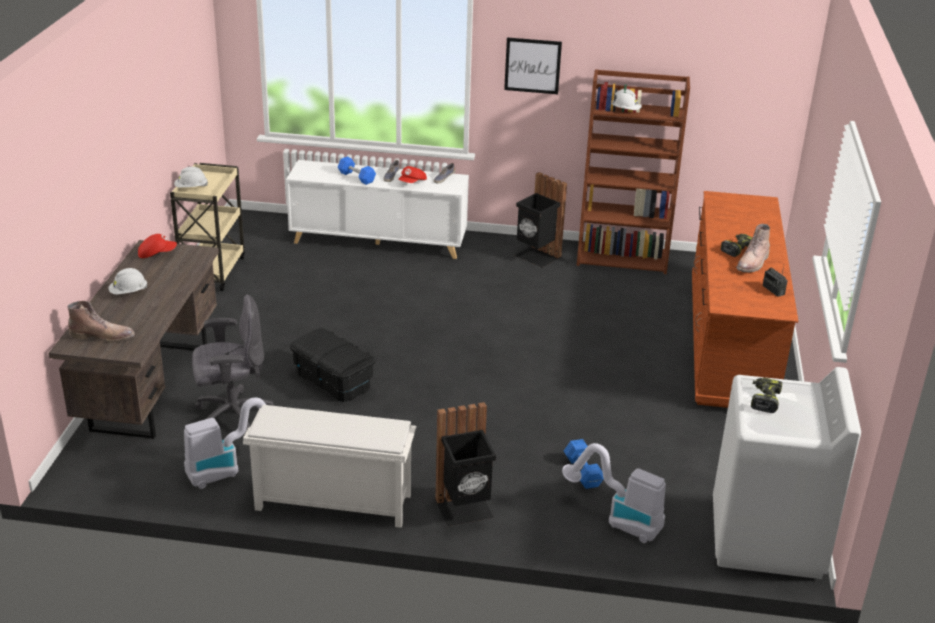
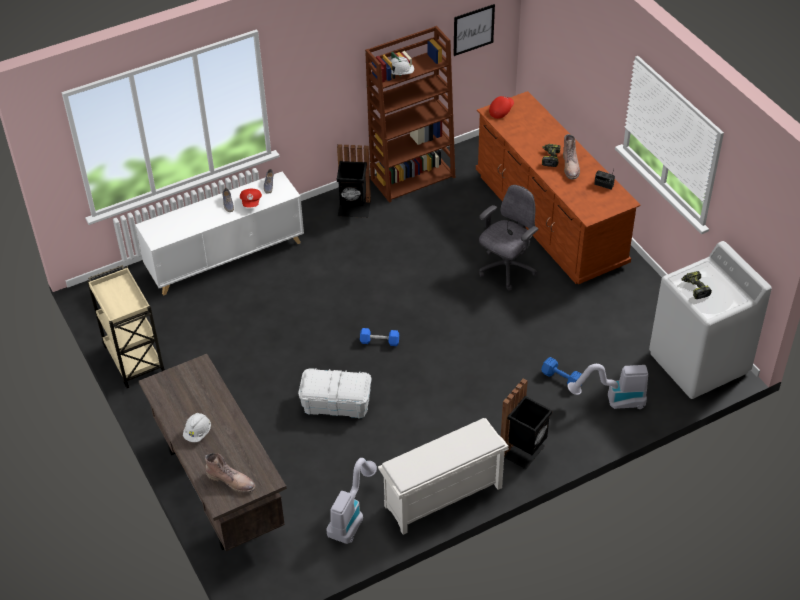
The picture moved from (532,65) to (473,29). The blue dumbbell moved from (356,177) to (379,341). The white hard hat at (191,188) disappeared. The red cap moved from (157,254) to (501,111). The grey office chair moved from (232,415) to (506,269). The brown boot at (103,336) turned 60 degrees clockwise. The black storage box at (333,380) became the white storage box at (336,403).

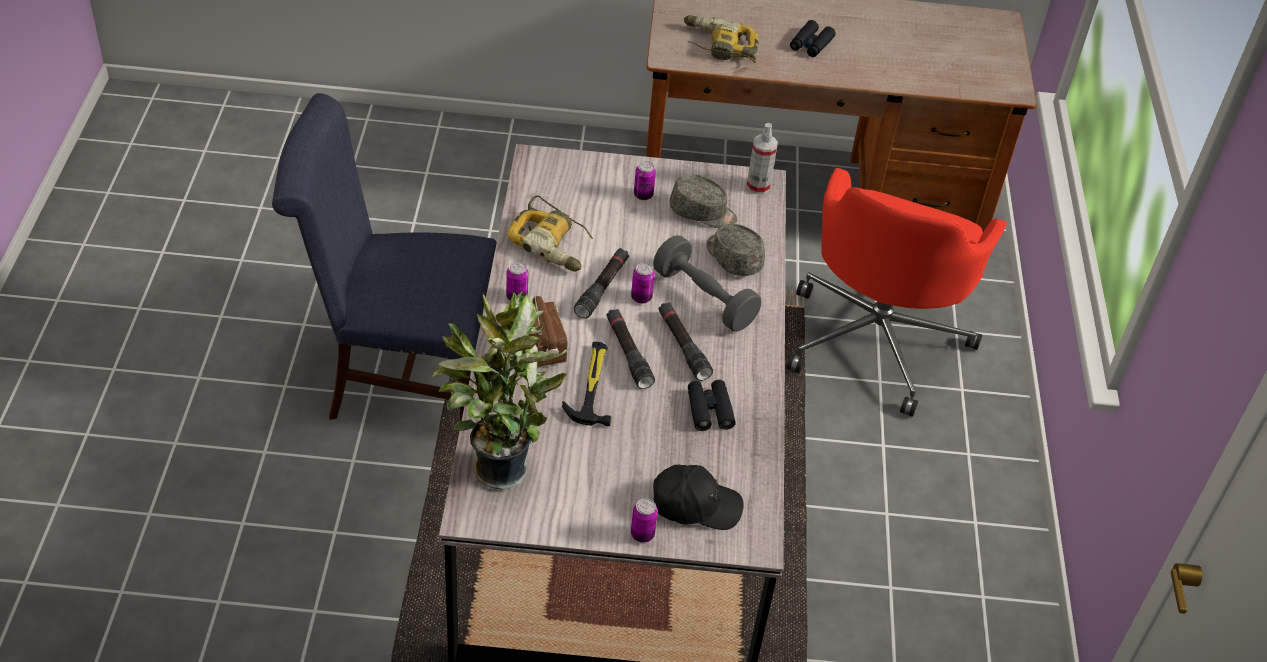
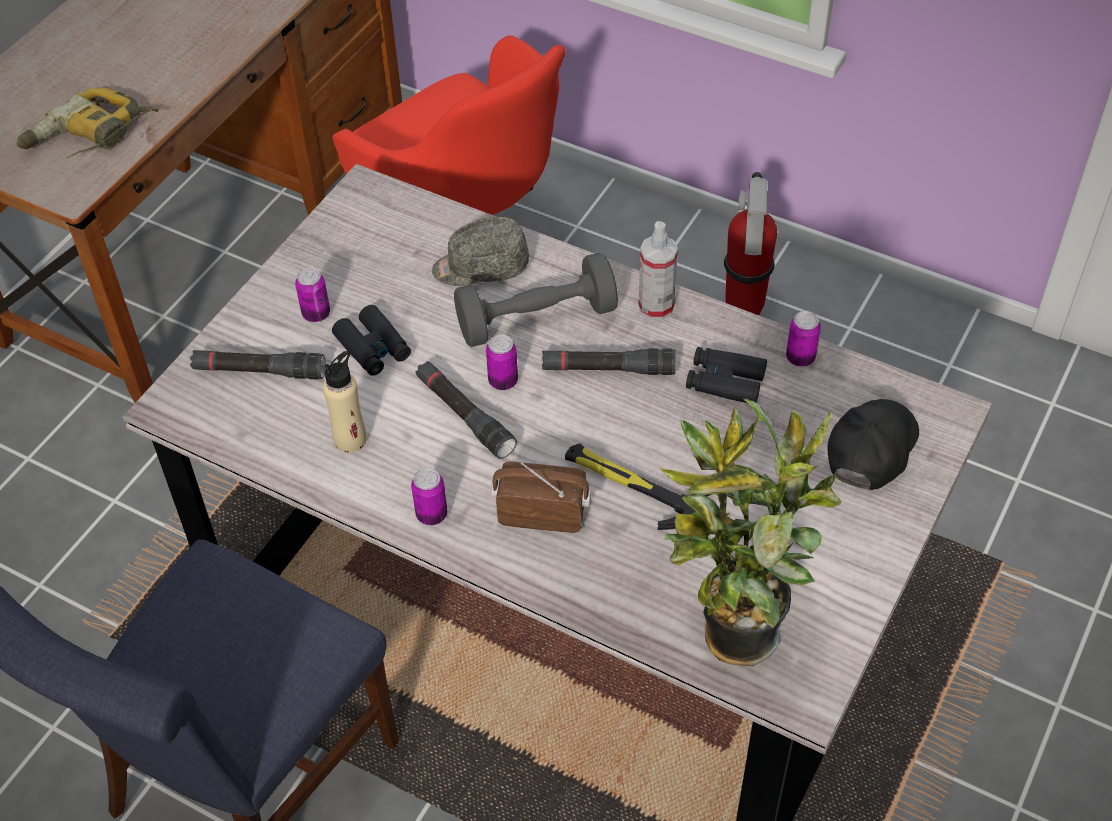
The black binoculars moved from (811,44) to (373,348). The spray bottle moved from (758,186) to (656,307). The grey cap at (703,213) disappeared. The power drill at (553,243) was replaced by the beige bottle at (350,439). The black flashlight moved from (628,353) to (259,371). The can moved from (642,534) to (800,358). The fire extinguisher at (744,309) appeared.

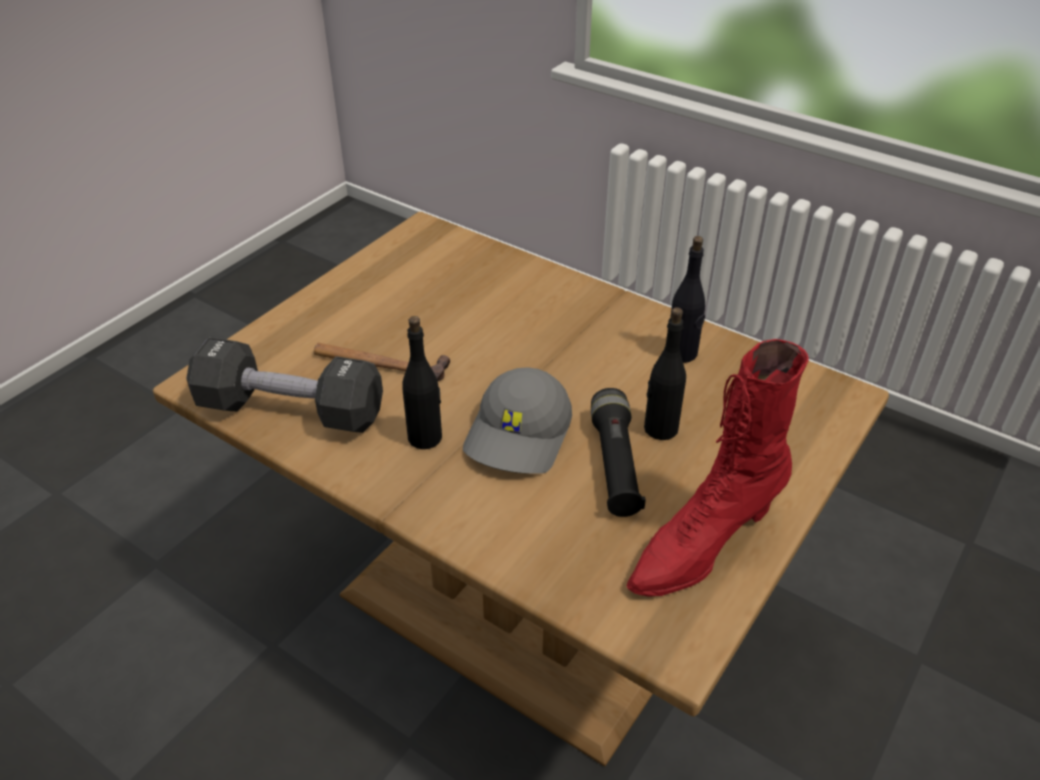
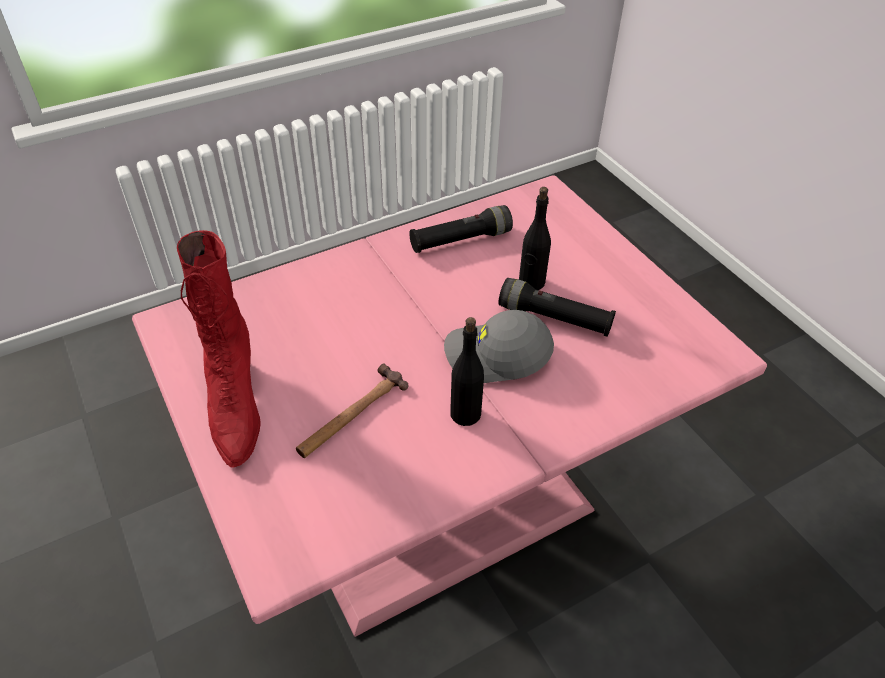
The brown dining table at (520,605) became the pink dining table at (439,505). The black bottle at (681,353) was replaced by the black flashlight at (460,240). The black dumbbell at (291,410) disappeared. The red boot moved from (702,545) to (234,406). The grey cap at (520,436) turned 135 degrees clockwise.

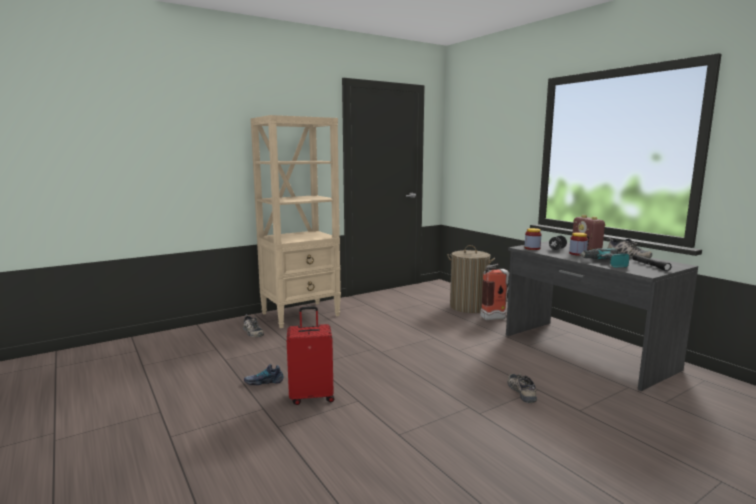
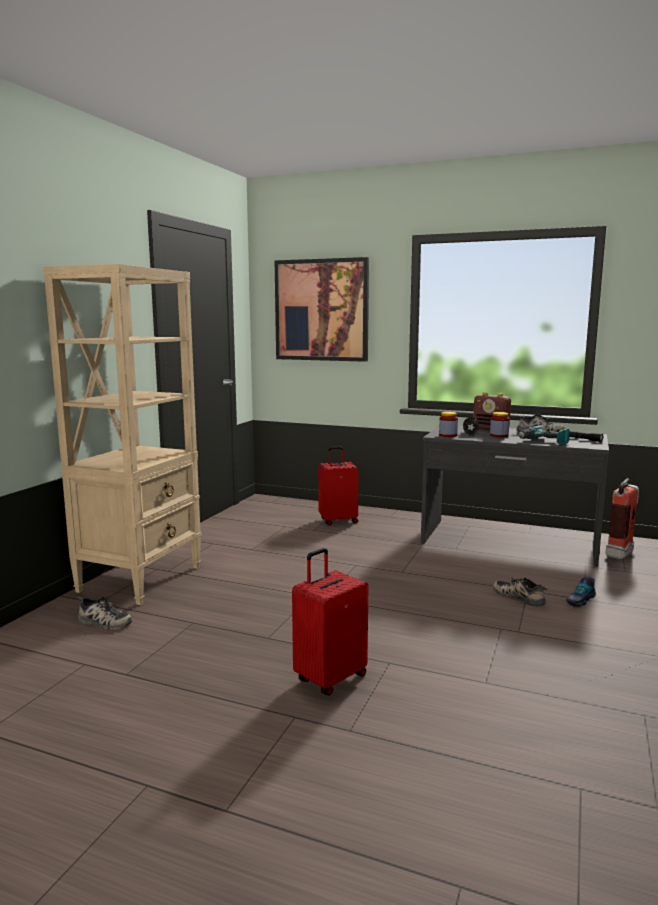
The laundry basket at (468,307) was replaced by the red suitcase at (338,520). The fire extinguisher moved from (497,318) to (621,552). The shoe moved from (264,381) to (580,600). The picture at (321,310) appeared.

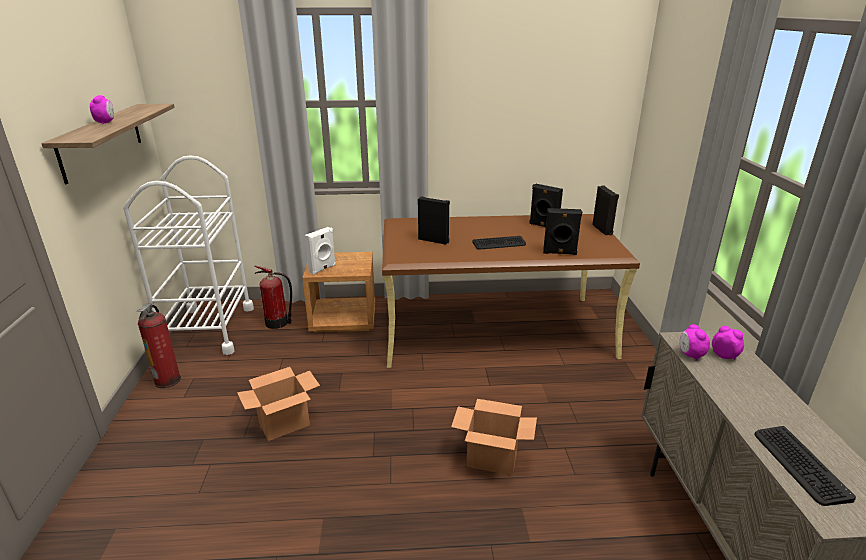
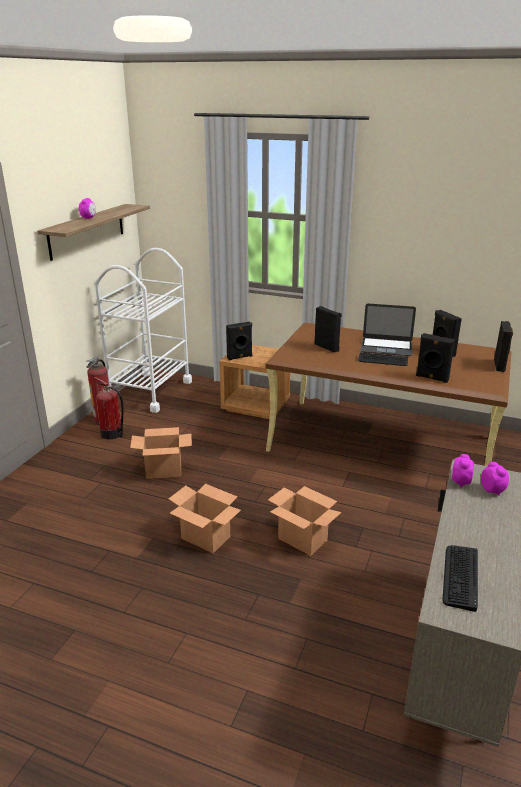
The white speaker at (323,269) became the black speaker at (240,357). The fire extinguisher moved from (278,323) to (112,434). The laptop at (386,347) appeared. The cardboard box at (206,538) appeared.

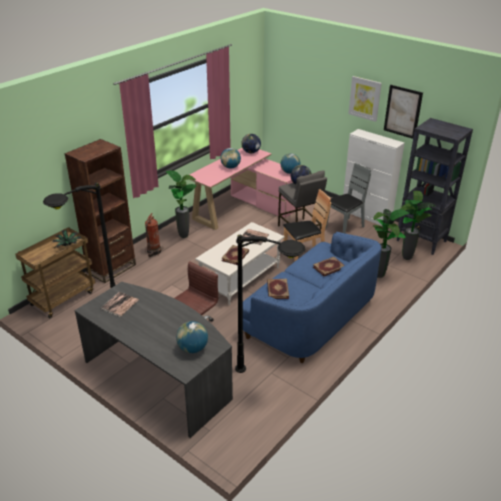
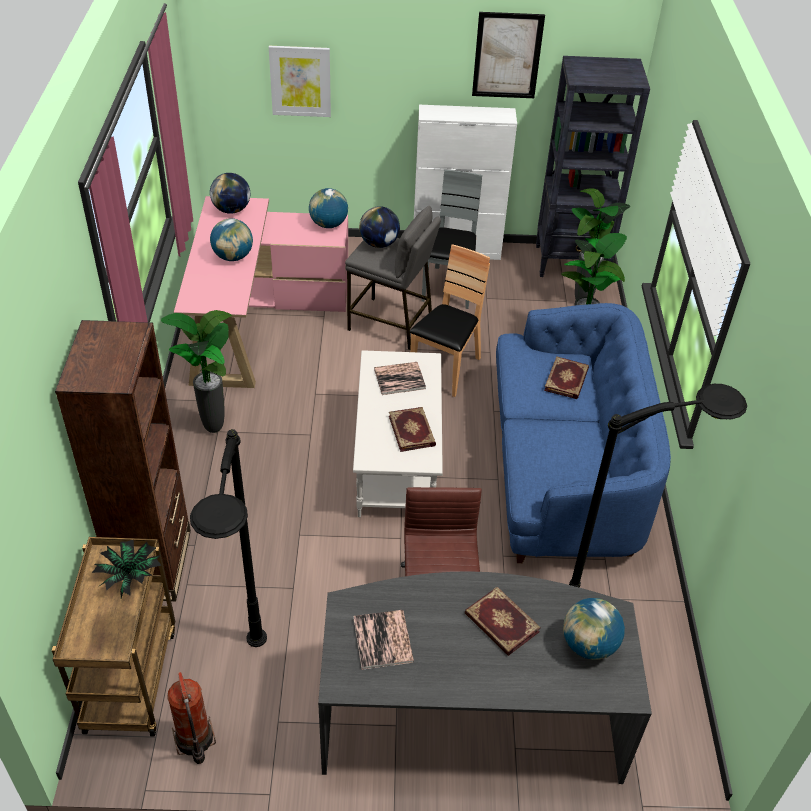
The picture moved from (365,98) to (300,81). The fire extinguisher moved from (153,252) to (194,741). The book moved from (277,290) to (501,623).

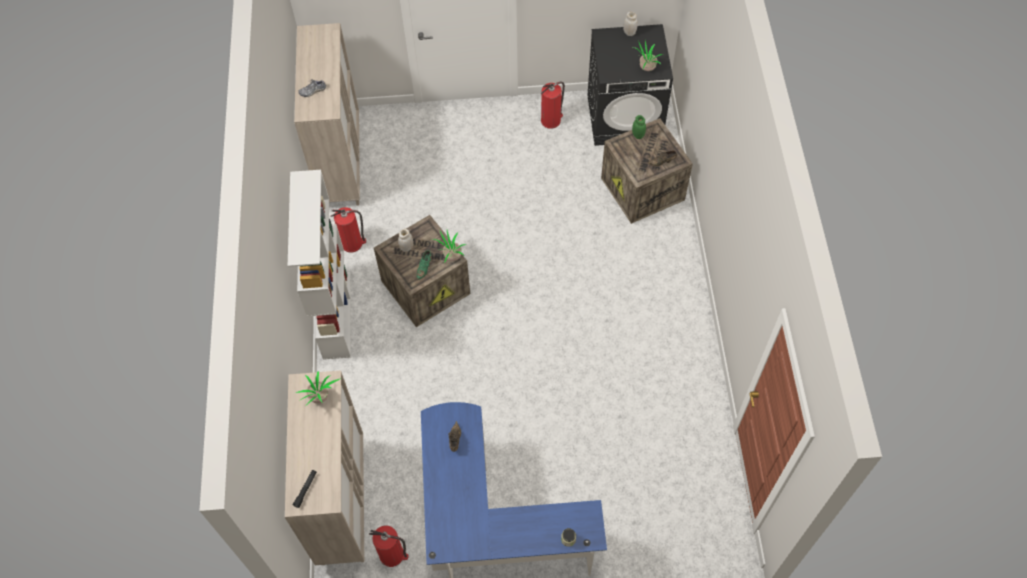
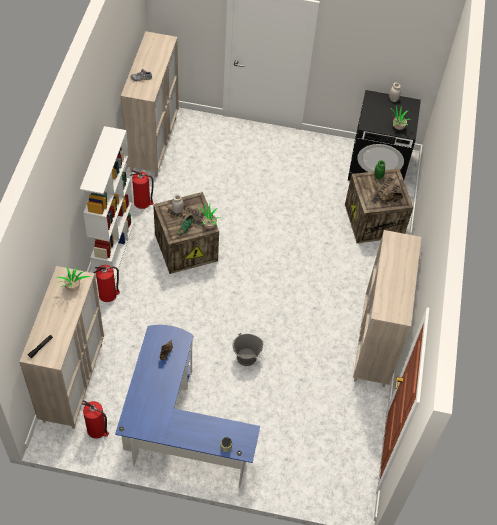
The fire extinguisher moved from (551,120) to (108,294). The beige cabinet at (375,344) appeared. The grey bucket at (246,358) appeared.

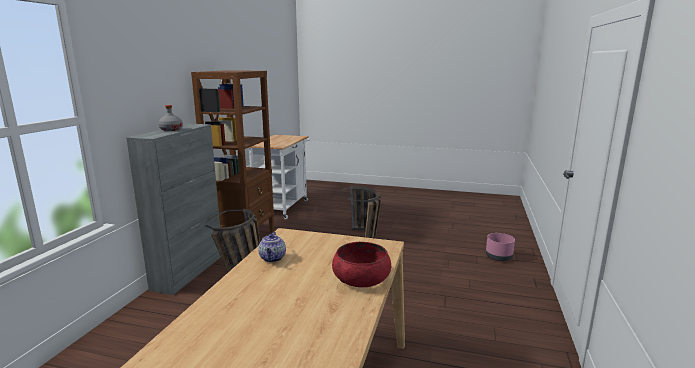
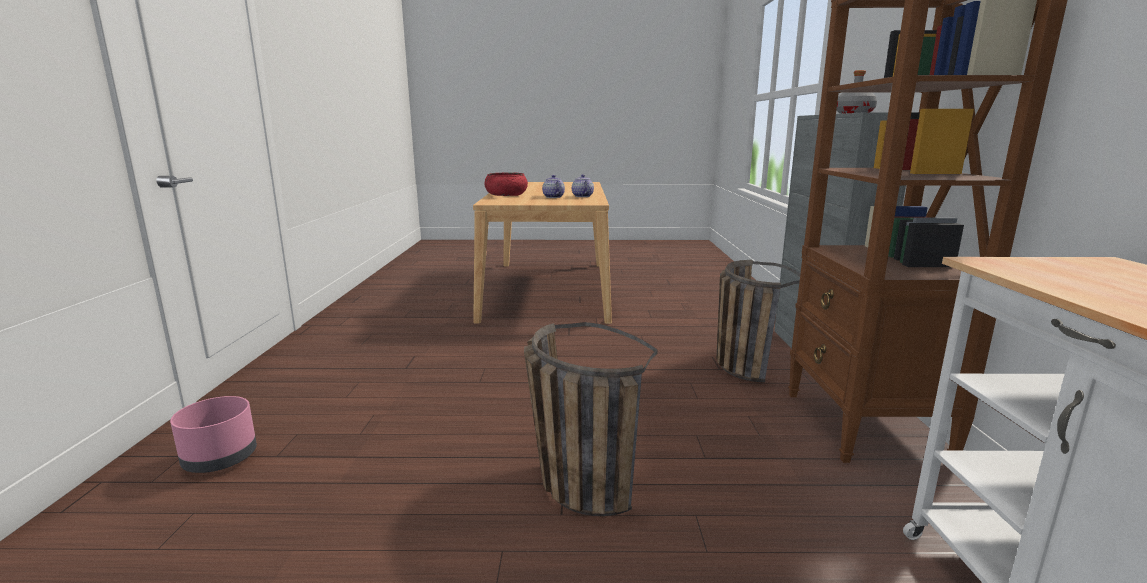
The teapot at (553,197) appeared.

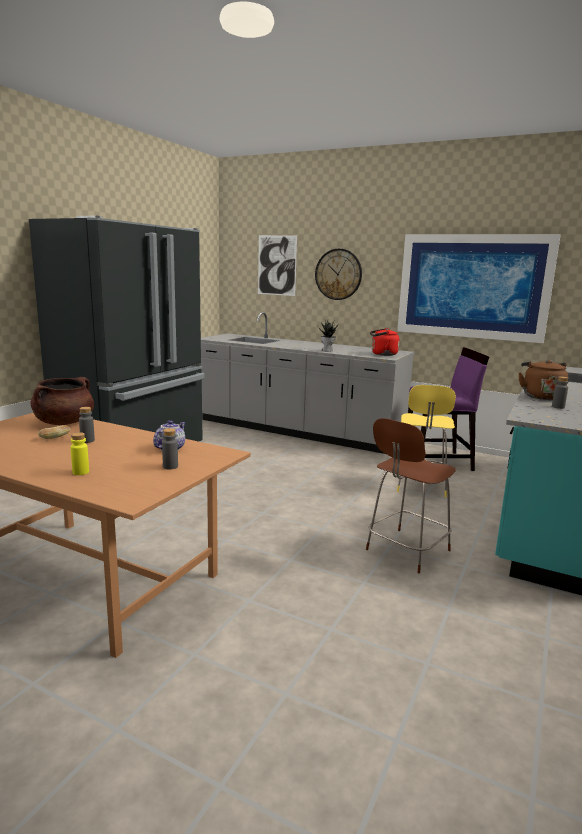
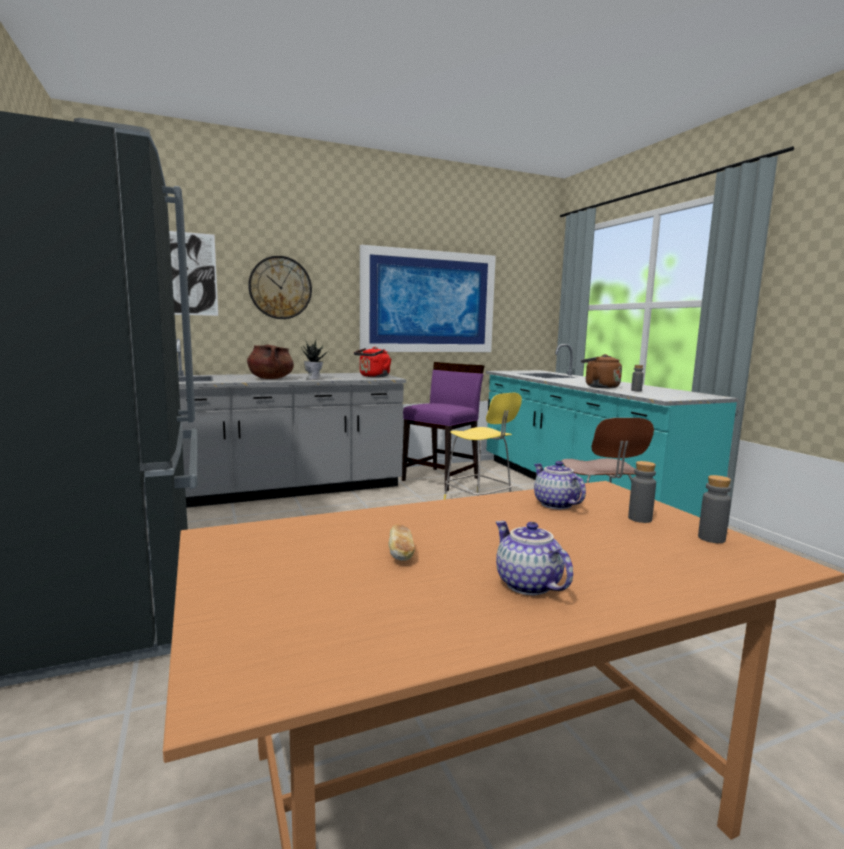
The brown cooking pot moved from (64,422) to (271,378). The grey bottle moved from (87,441) to (711,538). The yellow bottle at (81,472) disappeared. The teapot at (526,585) appeared.

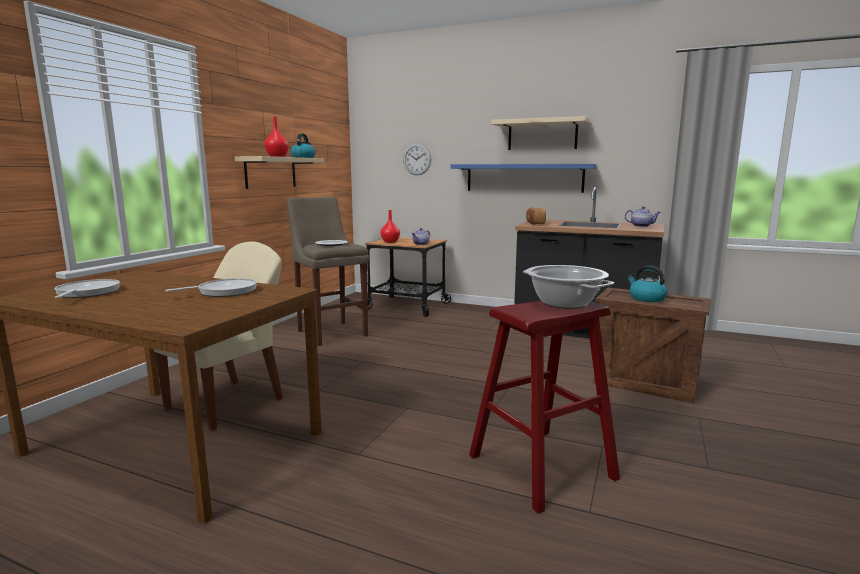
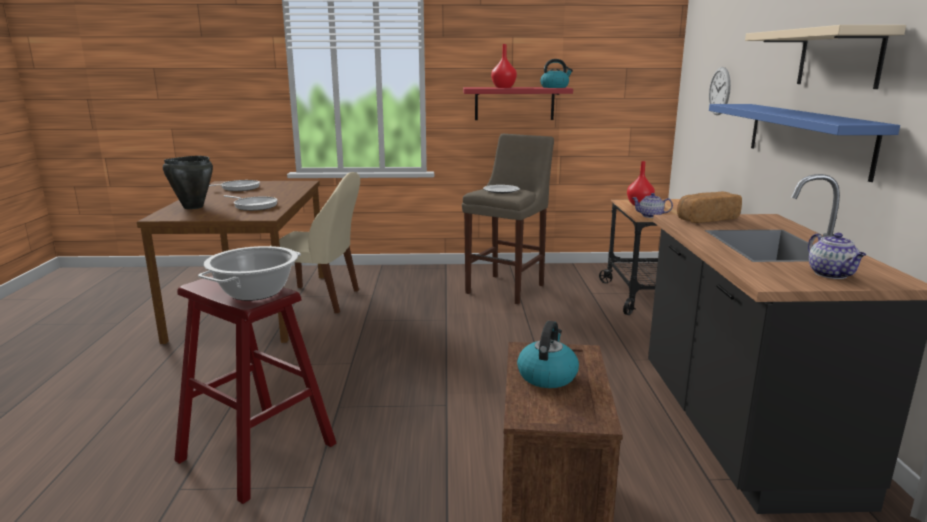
The beige shelf at (270,172) became the red shelf at (514,103). The black cooking pot at (192,207) appeared.

